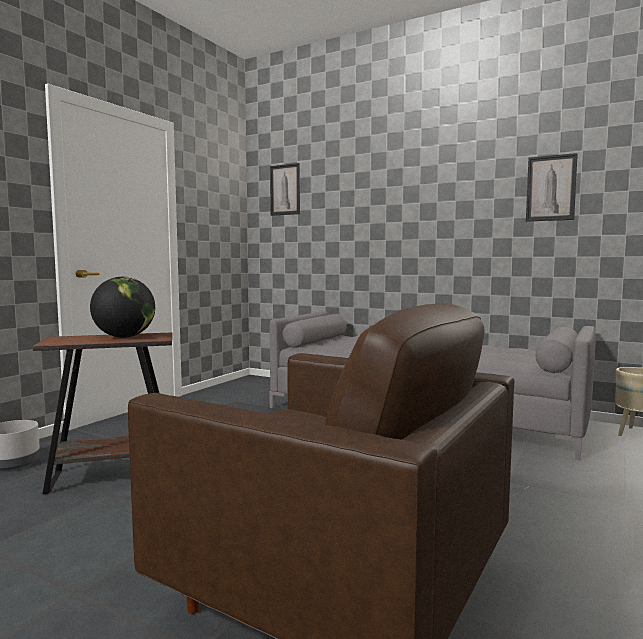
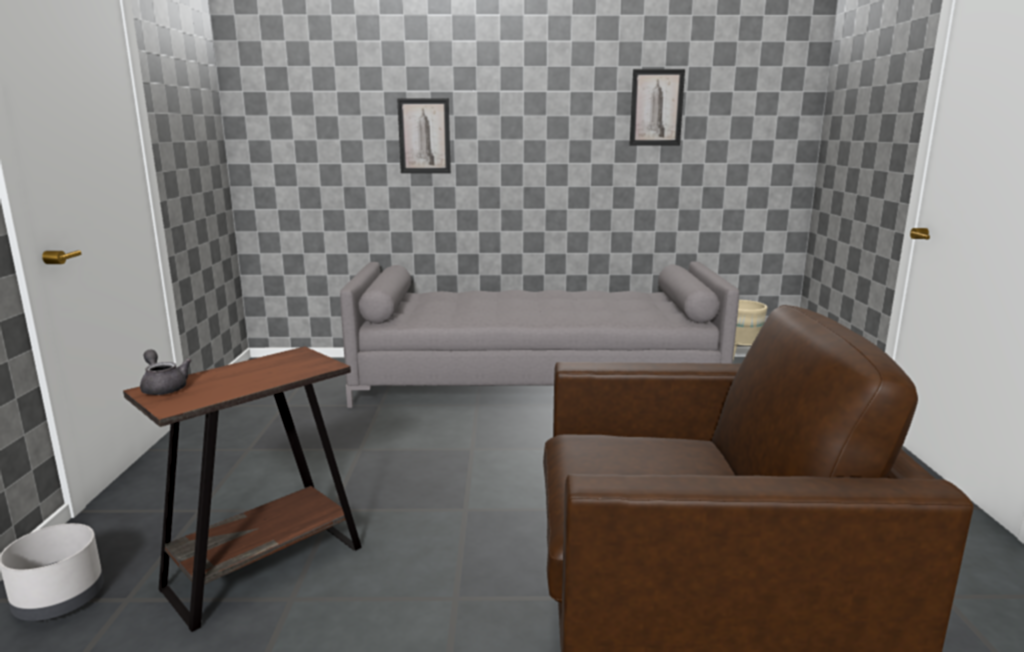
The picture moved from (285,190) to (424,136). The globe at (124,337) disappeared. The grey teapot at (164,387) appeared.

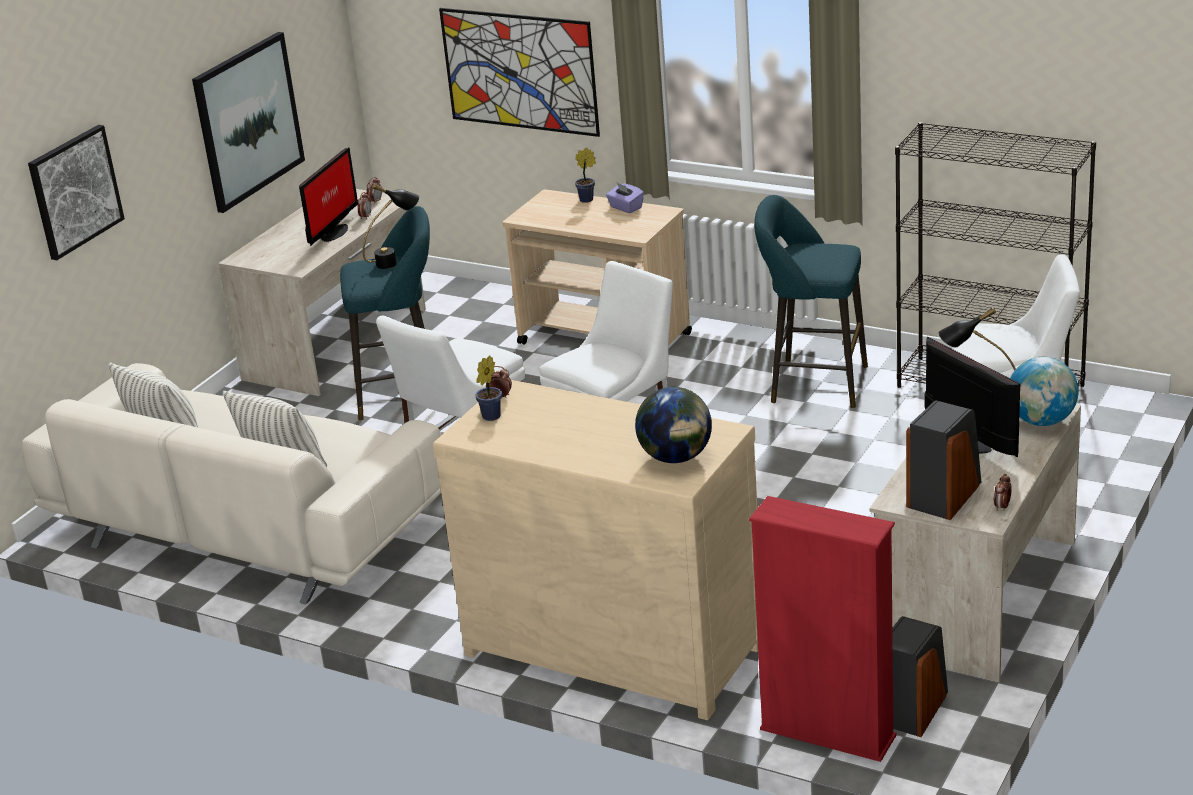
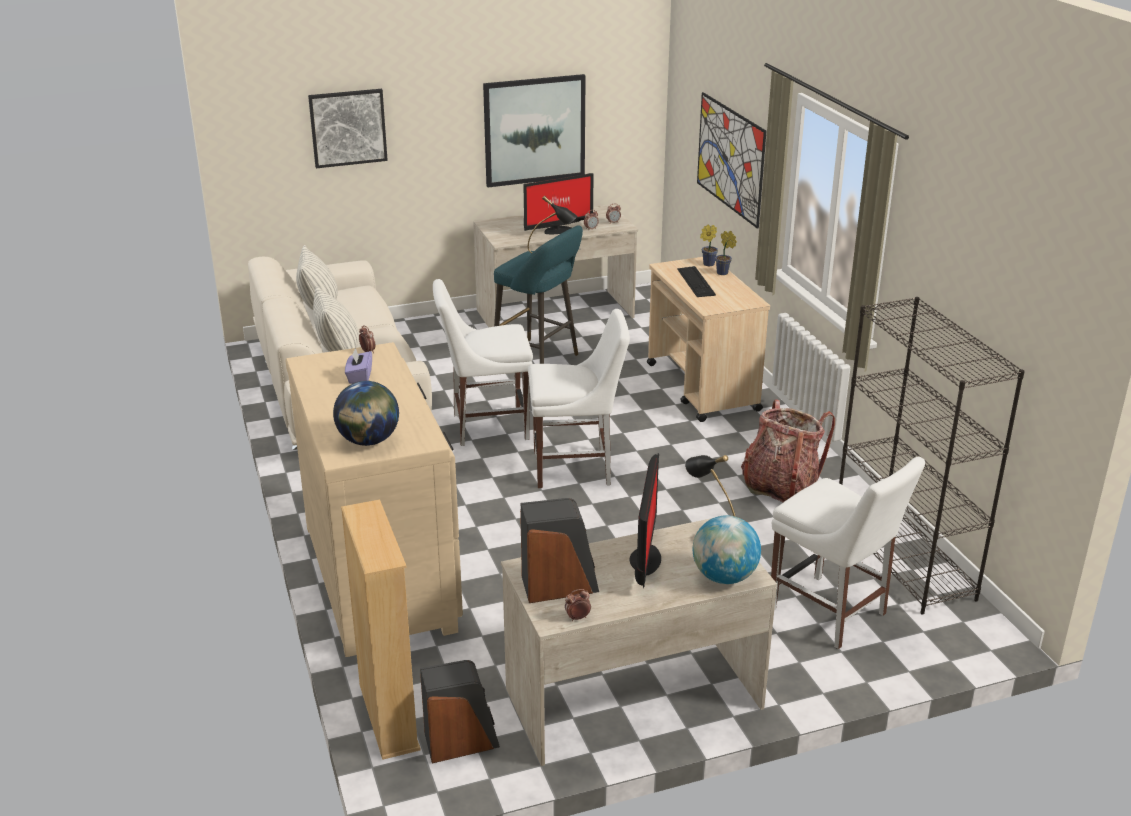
The purple tissue box moved from (625,208) to (359,377). The turquoise stool at (812,384) was replaced by the backpack at (780,486). The potted plant moved from (489,417) to (707,264). The red bookcase at (827,733) became the beige bookcase at (388,717). The keyboard at (695,282) appeared.

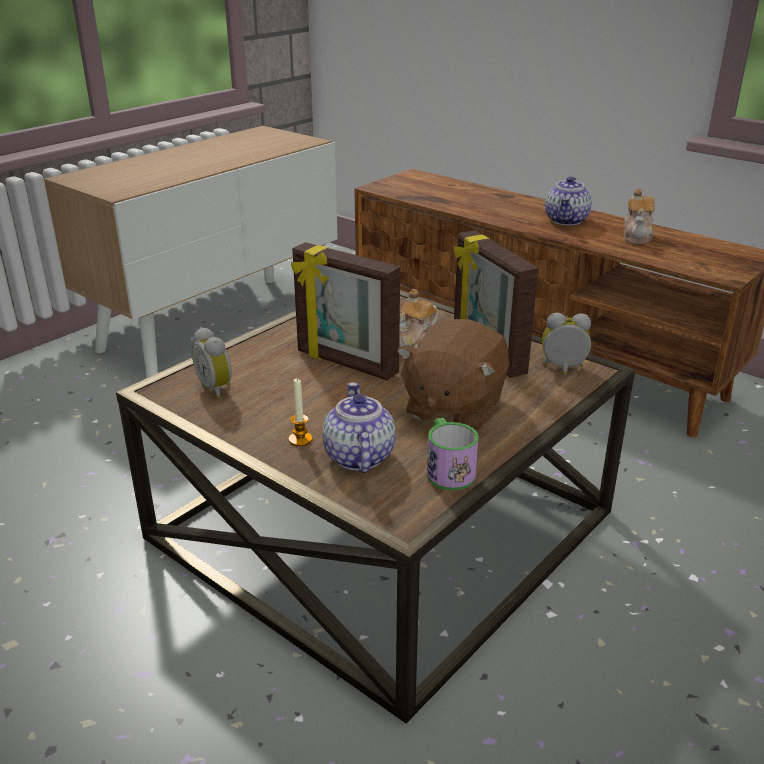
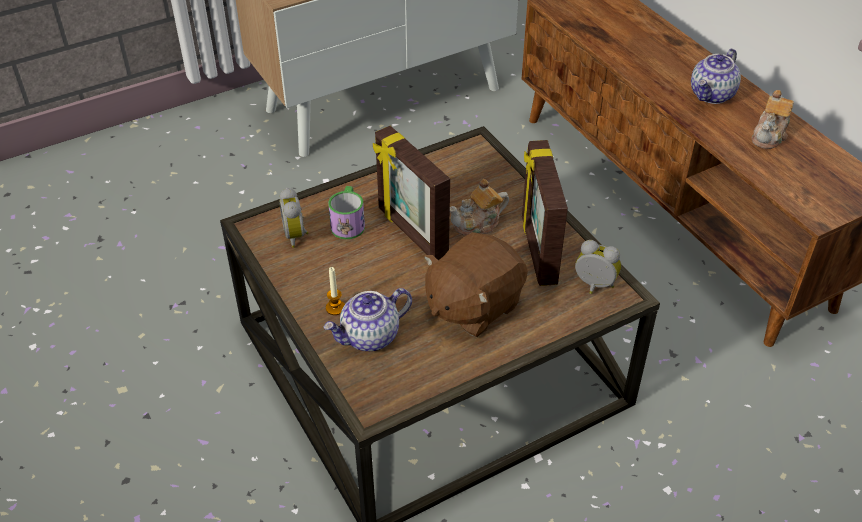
The teapot at (358,456) turned 135 degrees counterclockwise. The mug moved from (447,470) to (348,222).

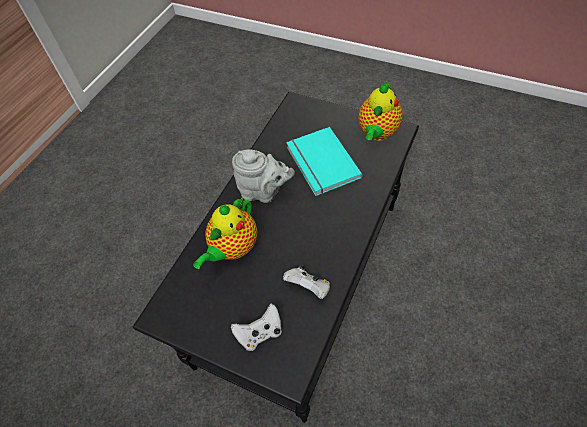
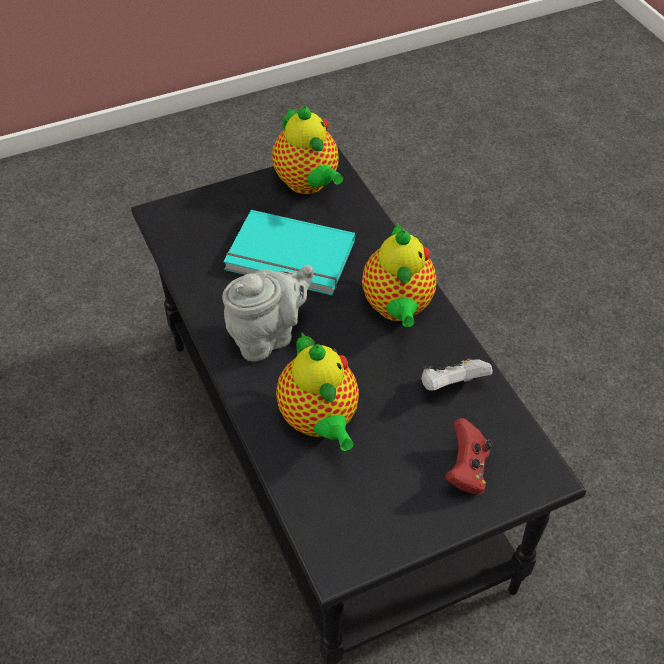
The white game controller at (260,333) became the red game controller at (466,470). The teapot at (397,308) appeared.

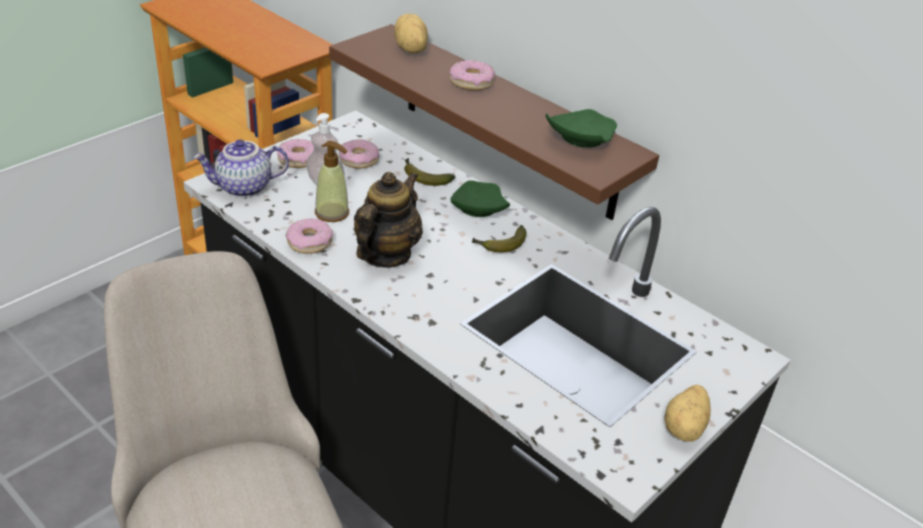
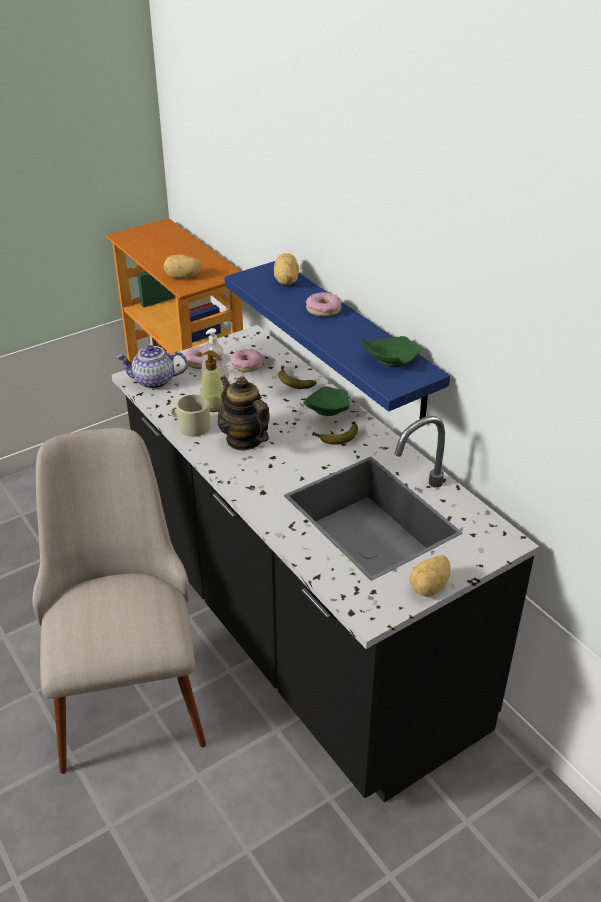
The brown shelf at (508,122) became the blue shelf at (355,342). The teapot at (386,254) turned 75 degrees counterclockwise. The donut at (309,242) was replaced by the beige mug at (190,426). The potato at (183,277) appeared.

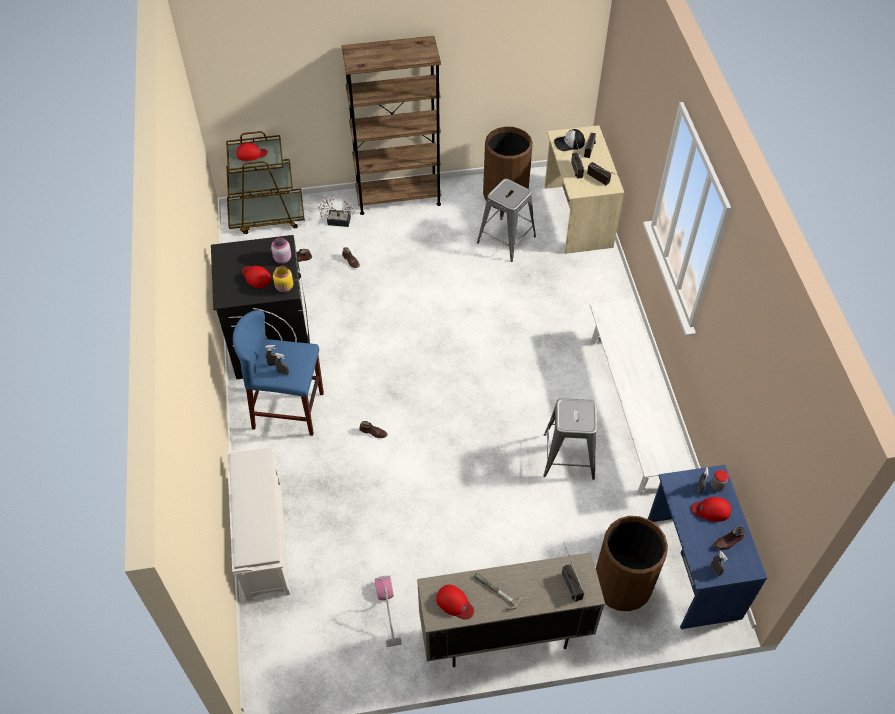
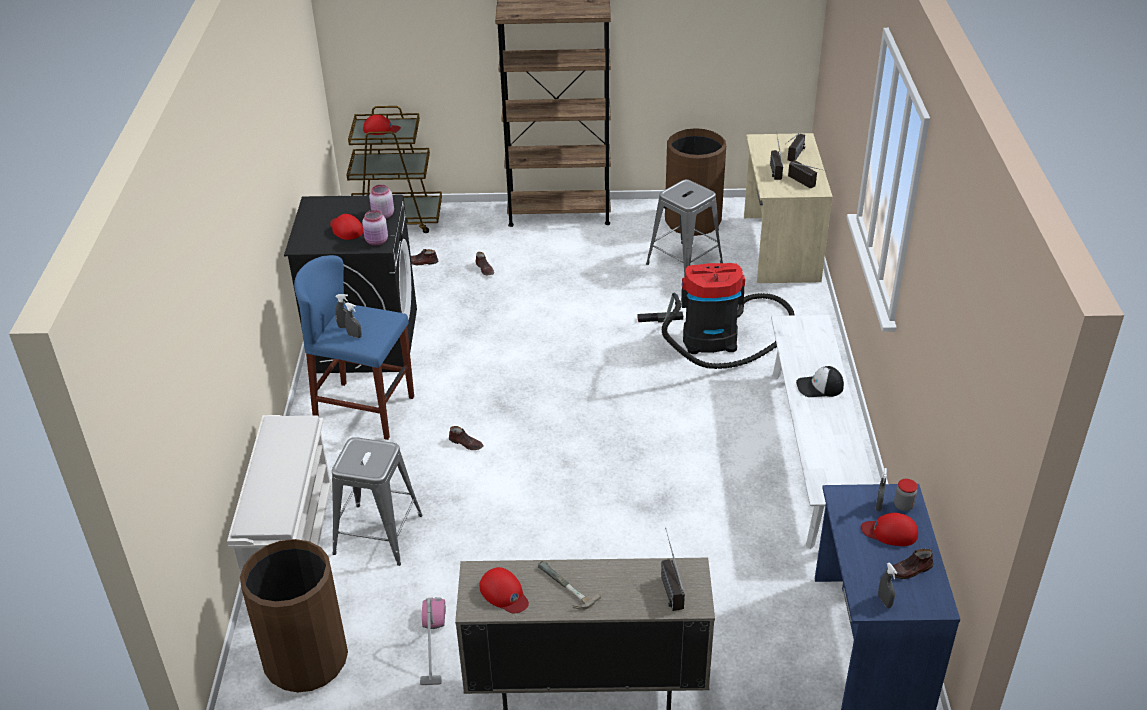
The cap moved from (569,143) to (819,387). The potted plant at (336,220) disappeared. The yellow jar at (284,287) became the pink jar at (377,241). The grey stool moved from (568,456) to (377,534). The brown trash can moved from (622,585) to (306,660). The vacuum cleaner at (716,339) appeared.

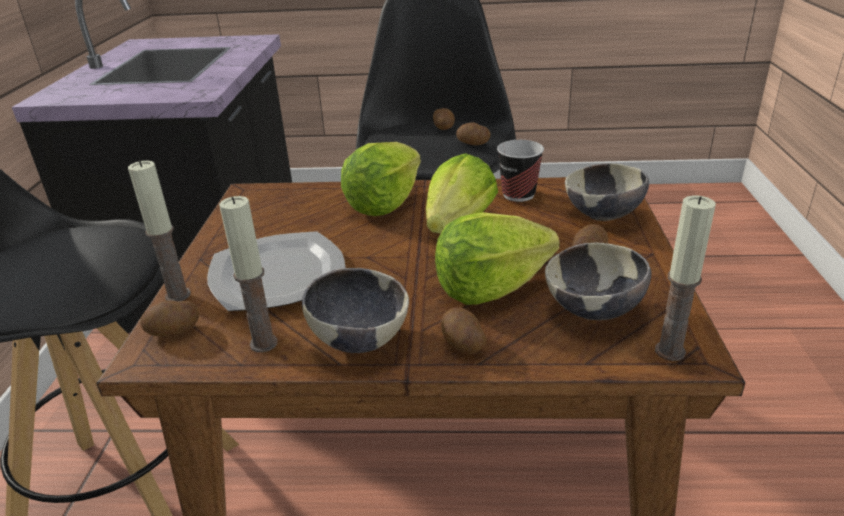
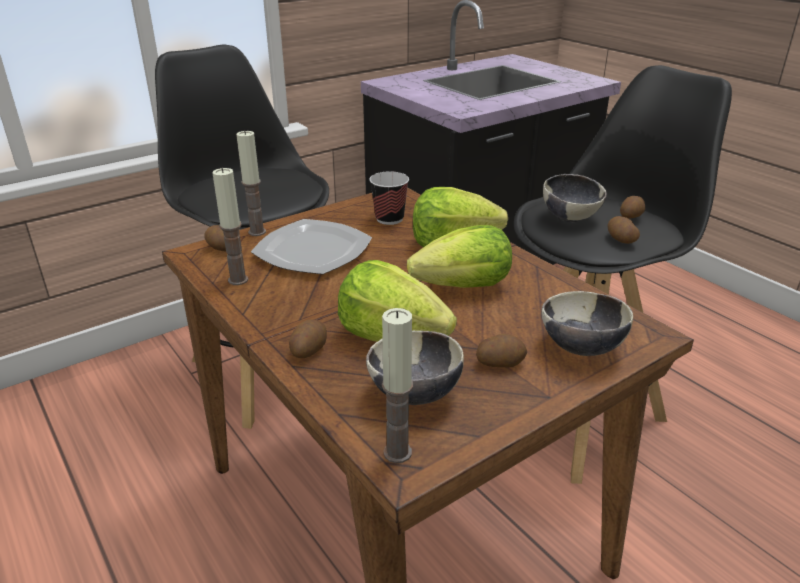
The cup moved from (518,195) to (389,219). The bowl moved from (359,339) to (570,217).

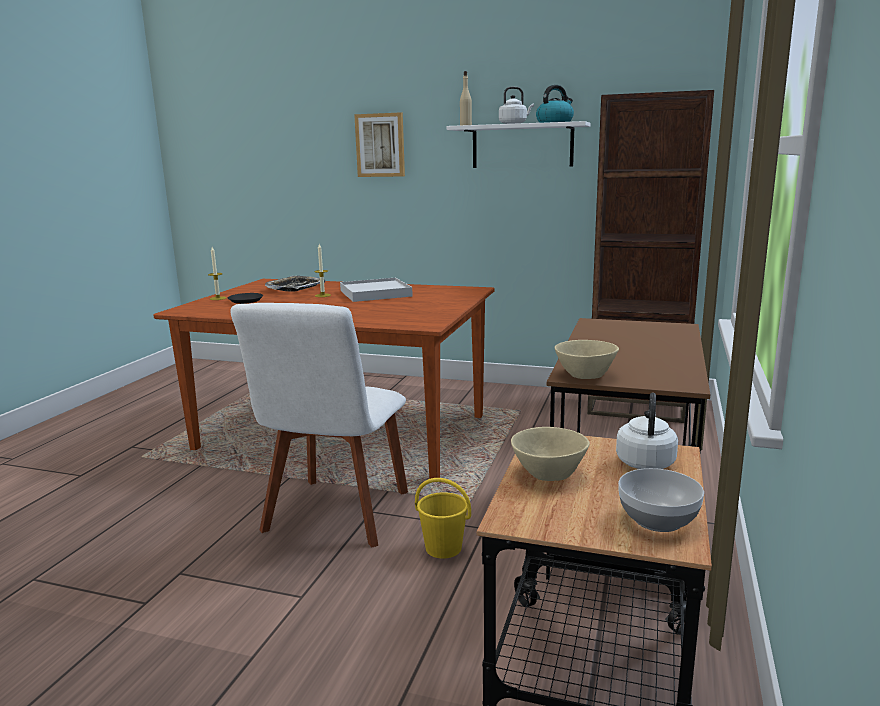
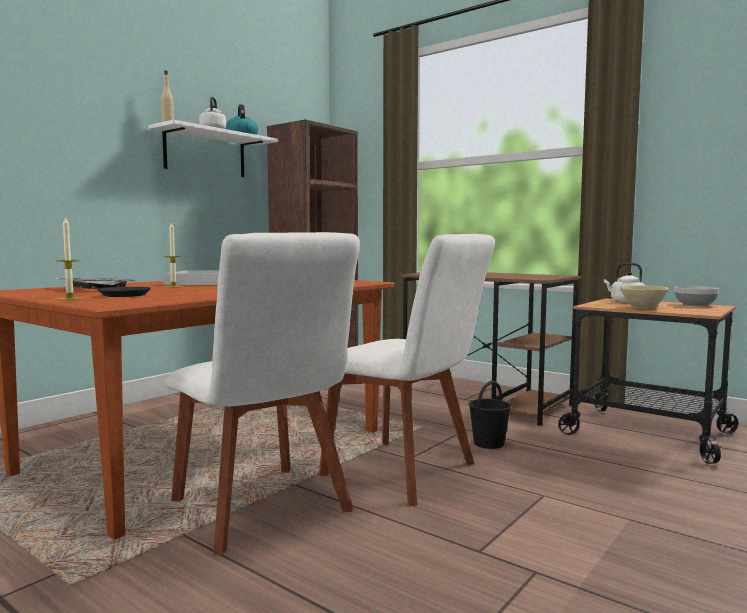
The picture at (380,145) disappeared. The beige bowl at (584,374) disappeared. The yellow bucket at (442,548) became the black bucket at (488,443). The white chair at (264,510) appeared.

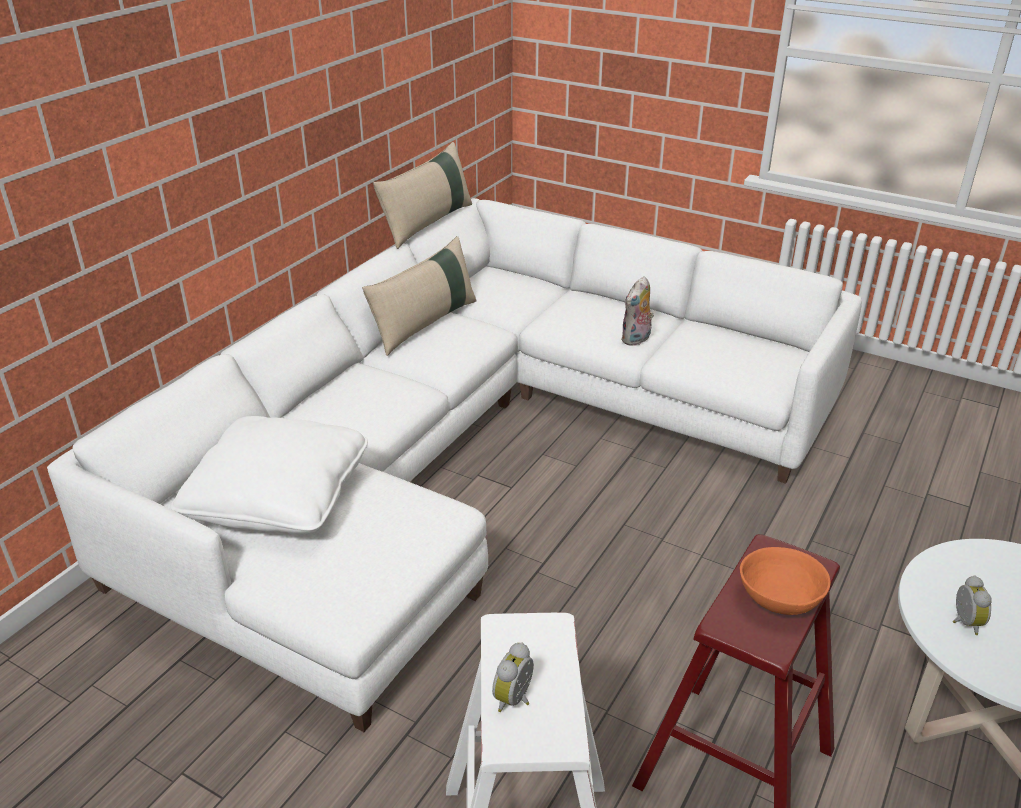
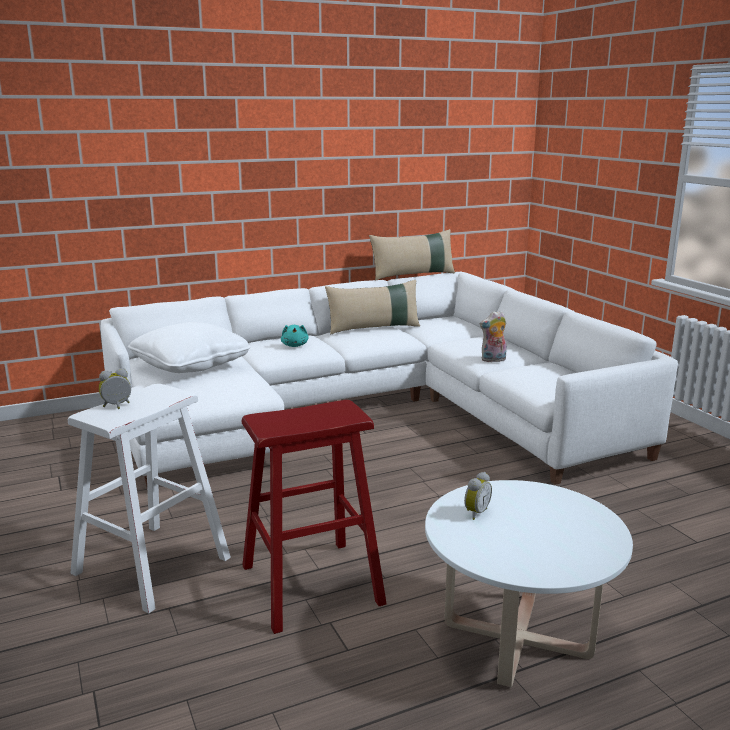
The orange bowl at (781,600) disappeared. The turquoise plush toy at (295,345) appeared.

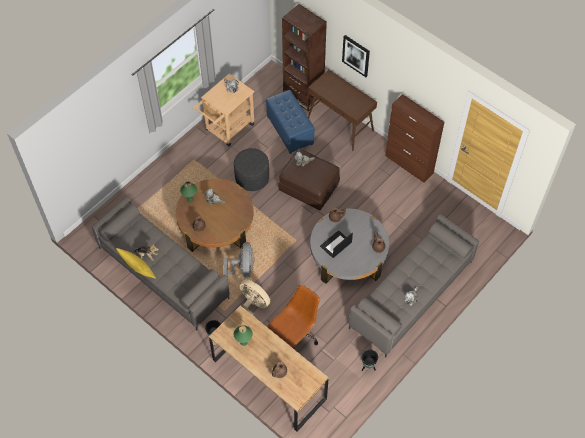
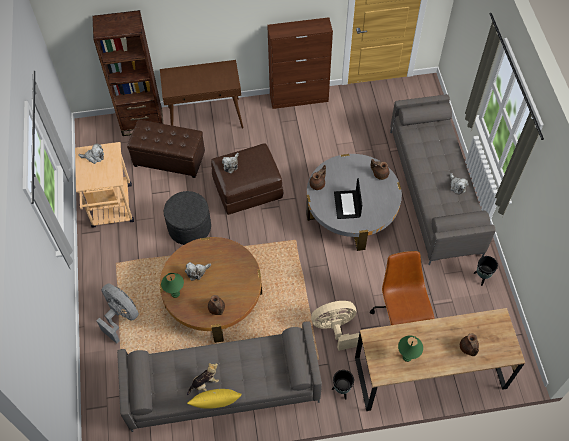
The picture at (356,55) disappeared. The blue ottoman at (289,130) became the brown ottoman at (169,160). The grey fan moved from (242,269) to (121,316).

